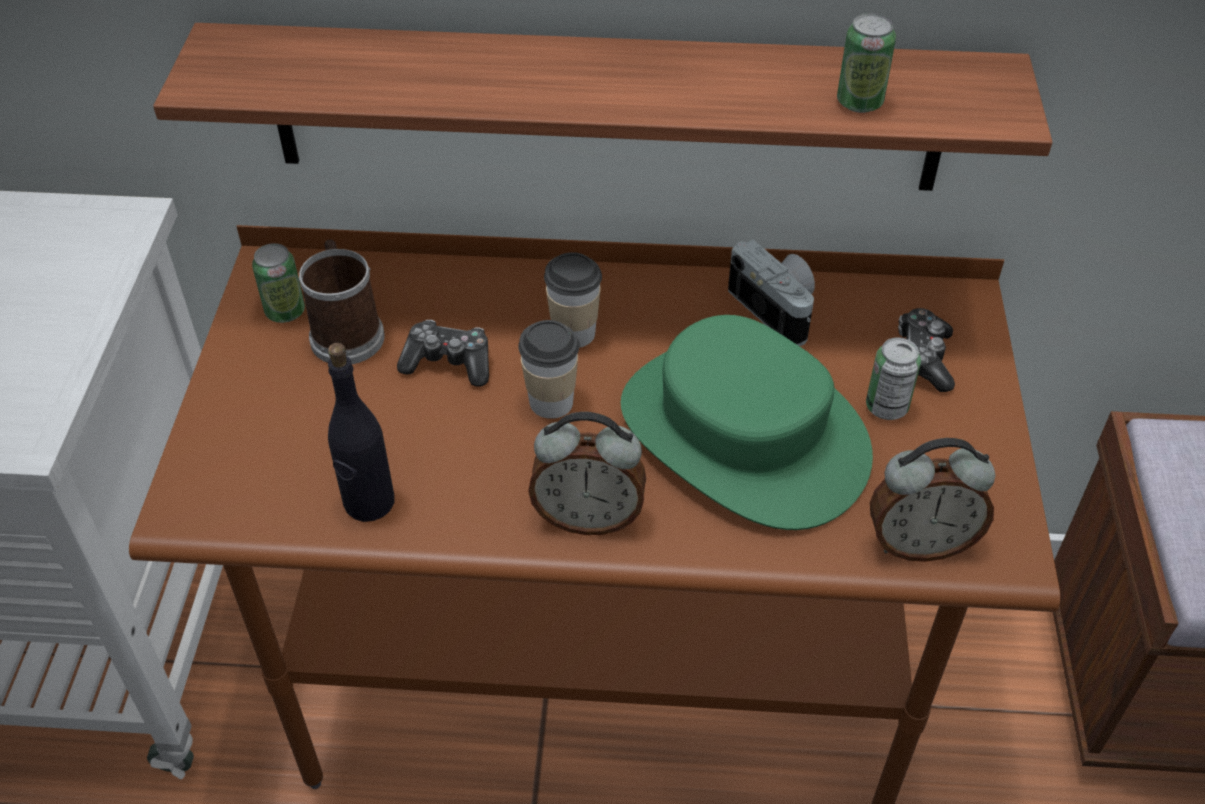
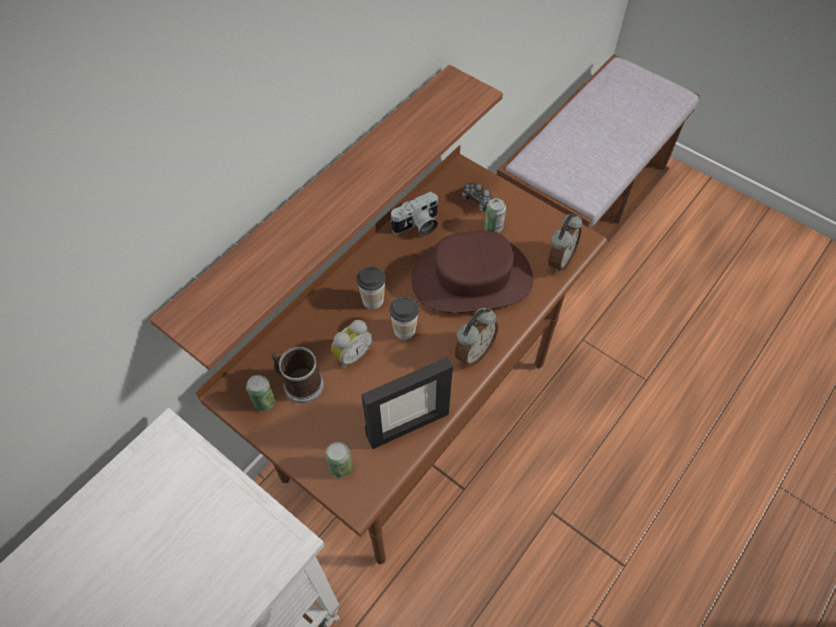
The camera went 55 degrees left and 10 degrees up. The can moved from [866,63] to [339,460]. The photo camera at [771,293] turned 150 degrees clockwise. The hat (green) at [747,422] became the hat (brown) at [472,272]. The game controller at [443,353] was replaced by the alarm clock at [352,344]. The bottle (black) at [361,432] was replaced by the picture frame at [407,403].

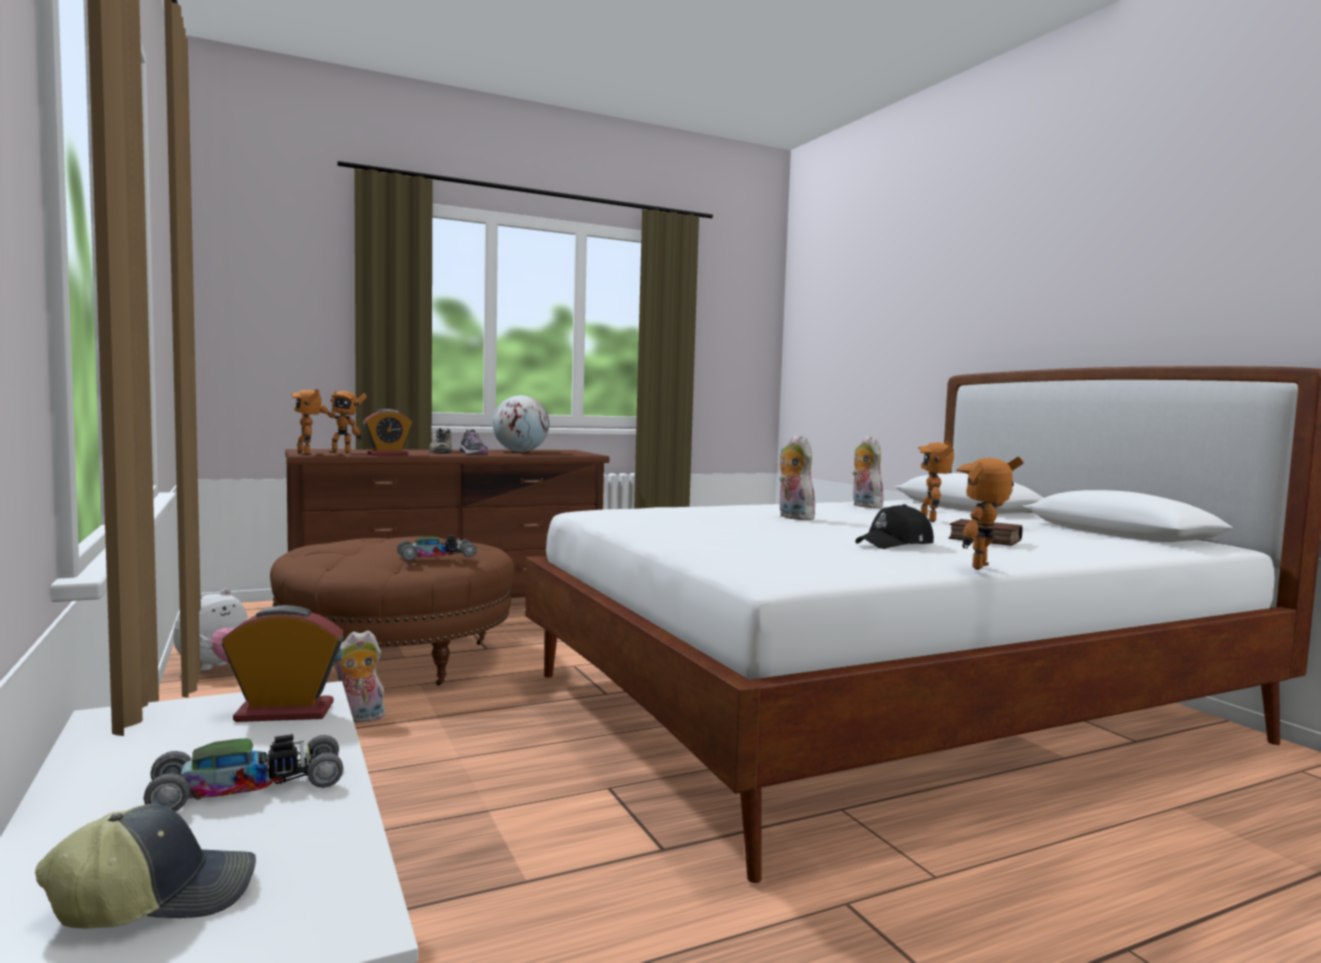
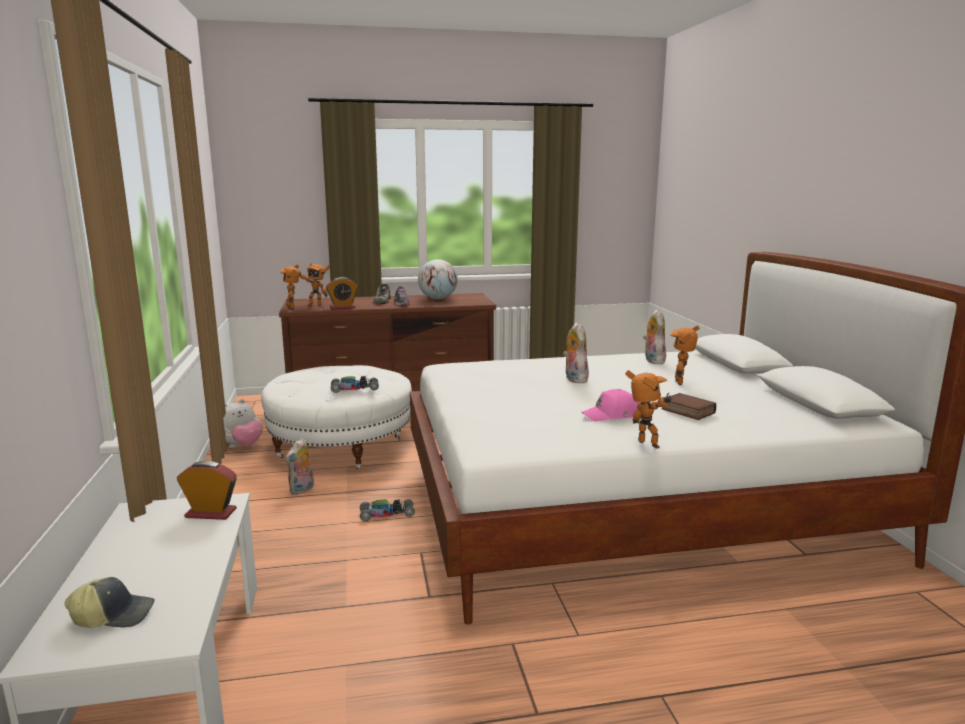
The camera went 15 degrees right and 10 degrees up. The toy robot at [990,513] turned 90 degrees clockwise. The cap (black) at [895,526] became the cap (pink) at [610,405]. The ottoman (brown) at [392,610] became the ottoman (white) at [336,417]. The plush toy at [359,676] turned 60 degrees counterclockwise. The toy car moved from [243,773] to [387,510].

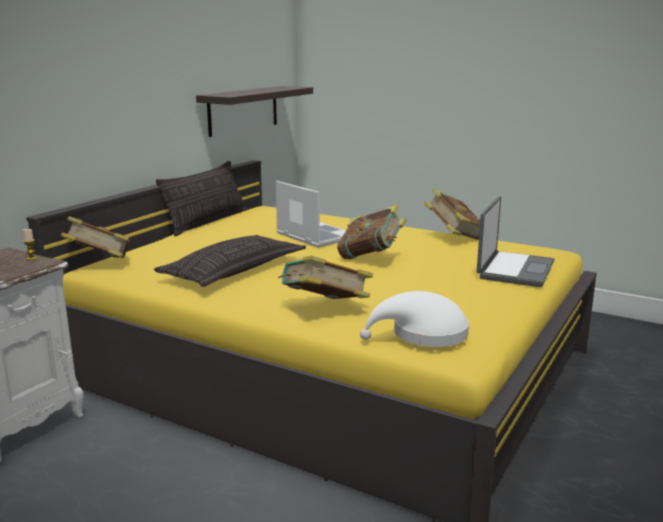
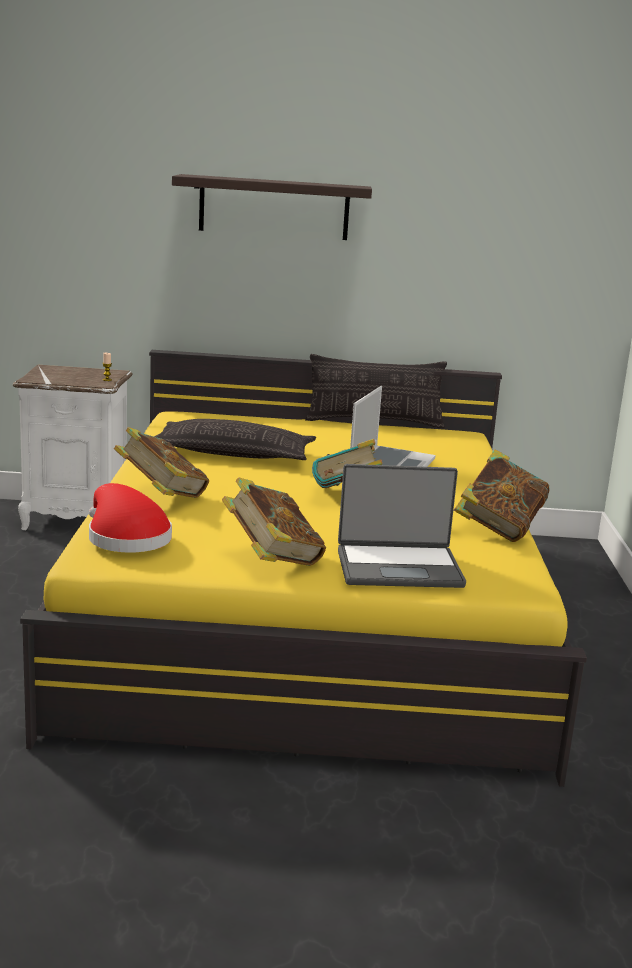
The camera went 60 degrees right and 0 degrees up. The shelf moved from [254,111] to [272,207]. The book moved from [95,237] to [274,521]. The hat (white) at [414,319] became the hat (red) at [130,518].

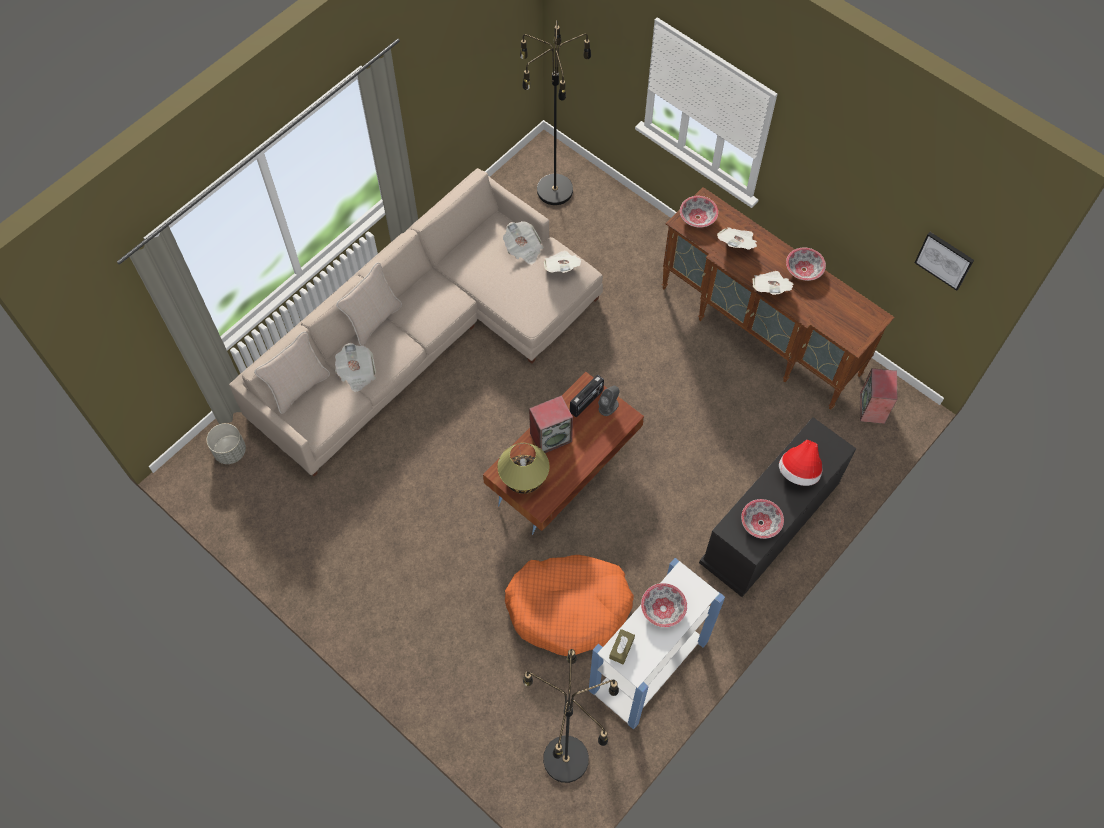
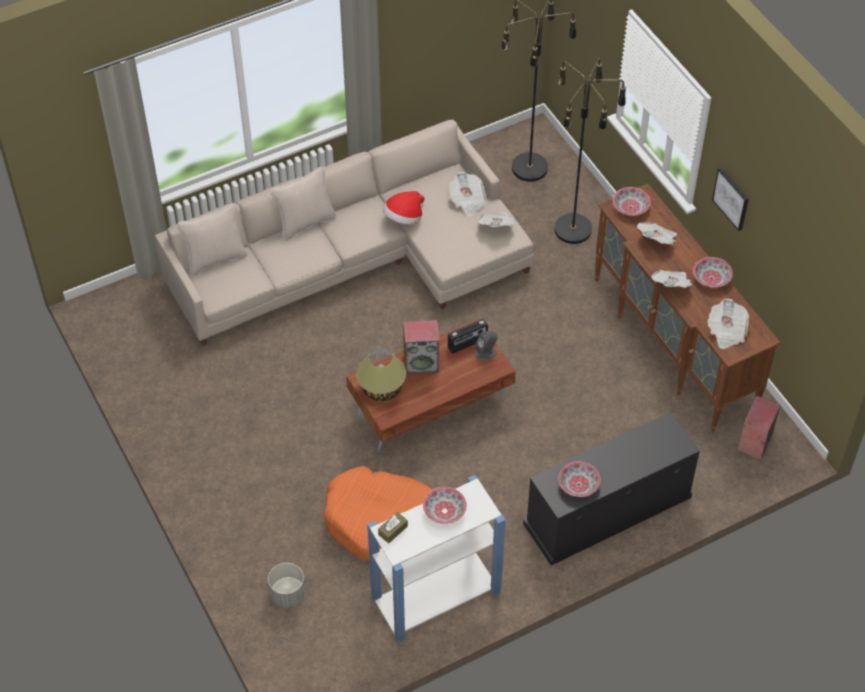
The camera went 20 degrees right and 10 degrees down. The picture moved from [944,261] to [730,199]. The newspaper moved from [355,367] to [728,324]. The planter (grey) moved from [226,443] to [286,585]. The hat moved from [800,463] to [403,207]. The floor lamp moved from [571,716] to [590,151].

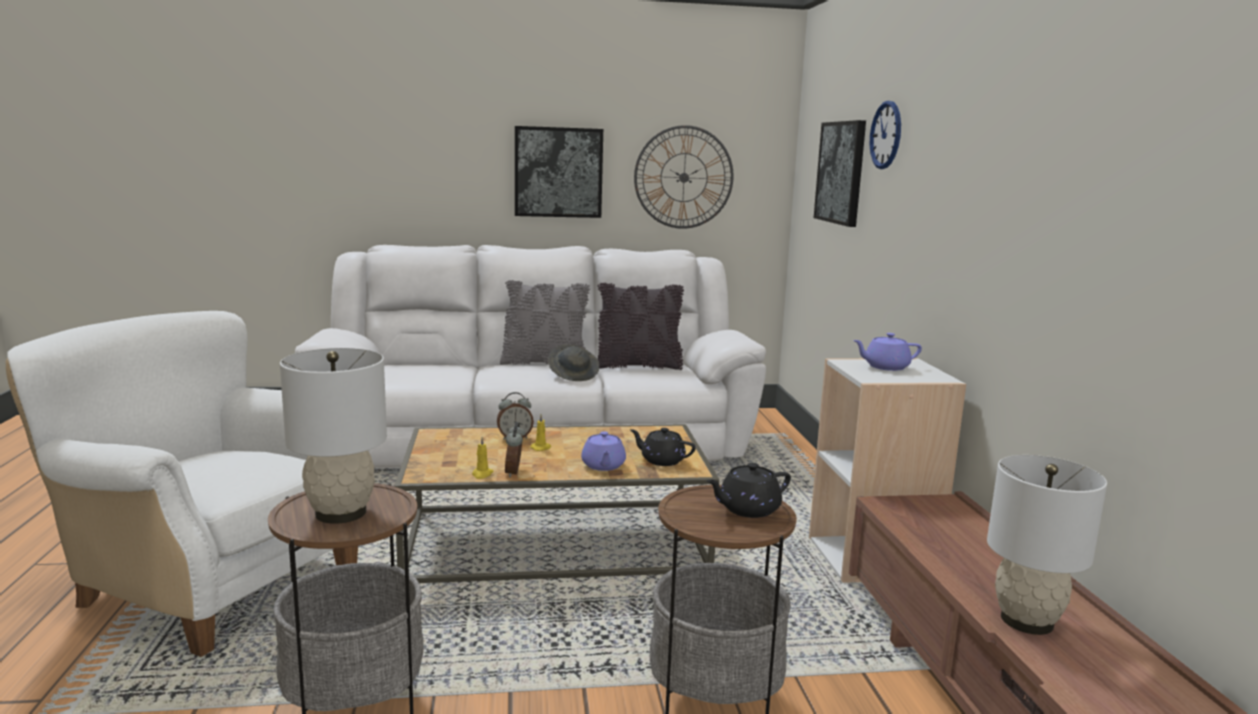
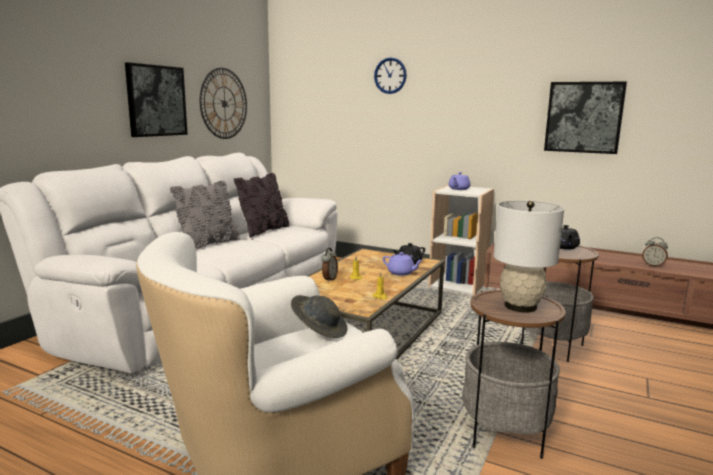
The camera went 55 degrees left and 0 degrees up. The picture moved from [840,173] to [585,118]. The hat (grey) moved from [573,362] to [319,316]. The alarm clock moved from [515,450] to [655,252]. The table lamp (white) at [1047,545] disappeared.

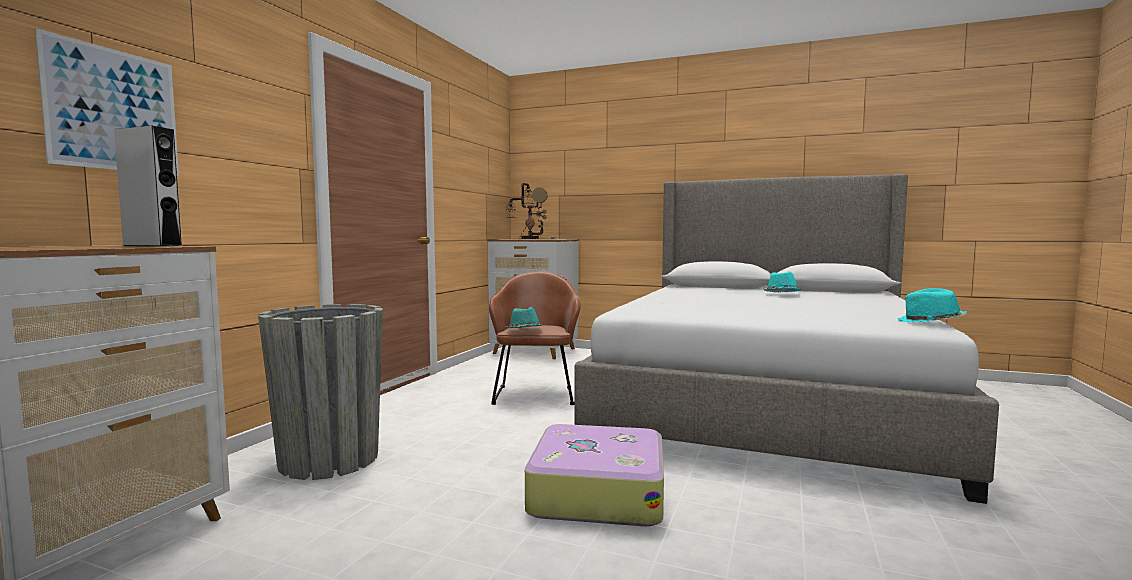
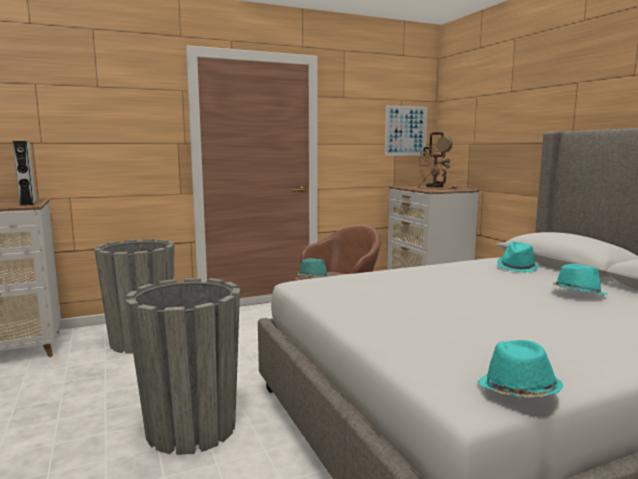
The camera went 45 degrees right and 5 degrees up. The picture moved from [107,102] to [406,130]. The suitcase at [594,475] was replaced by the planter (grey) at [182,366]. The hat (turquoise) at [518,257] appeared.

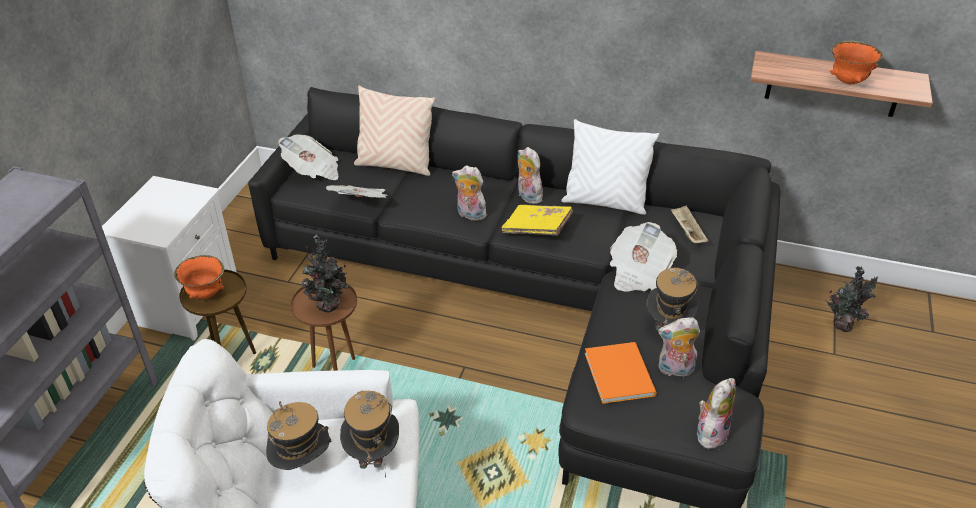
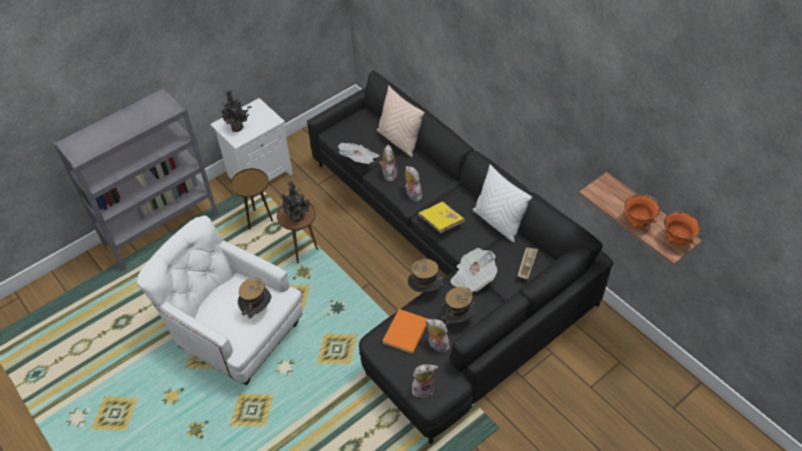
The camera went 35 degrees right and 10 degrees up. The newspaper at [308,157] disappeared. The plush toy moved from [530,175] to [388,163]. The bowl (orange) moved from [199,277] to [682,228]. The potted plant moved from [852,299] to [234,111]. The hat moved from [298,435] to [426,274].

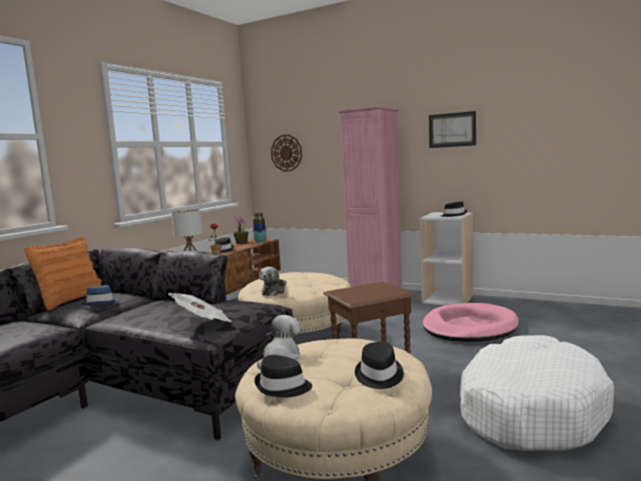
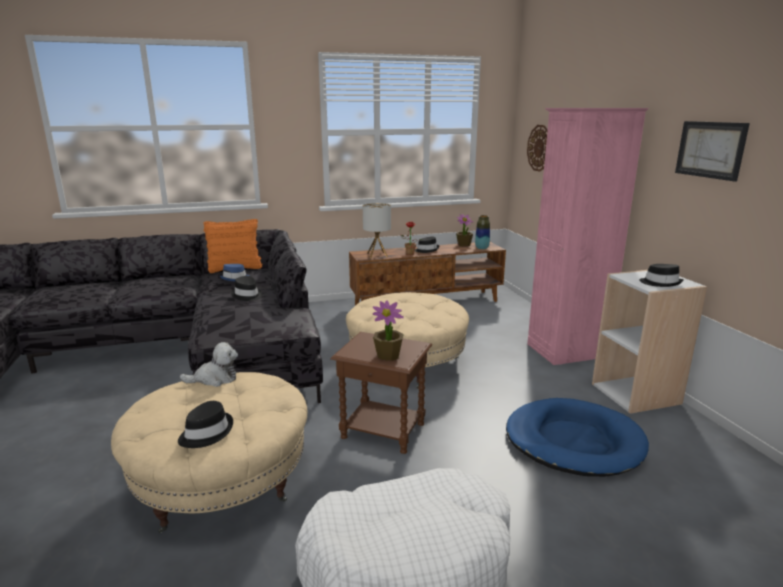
The camera went 45 degrees right and 10 degrees up. The plush toy at [272,281] disappeared. The newspaper at [200,307] disappeared. The dog bed (pink) at [471,322] became the dog bed (blue) at [577,437]. The hat (black) moved from [283,376] to [247,288]. The potted plant at [388,331] appeared.

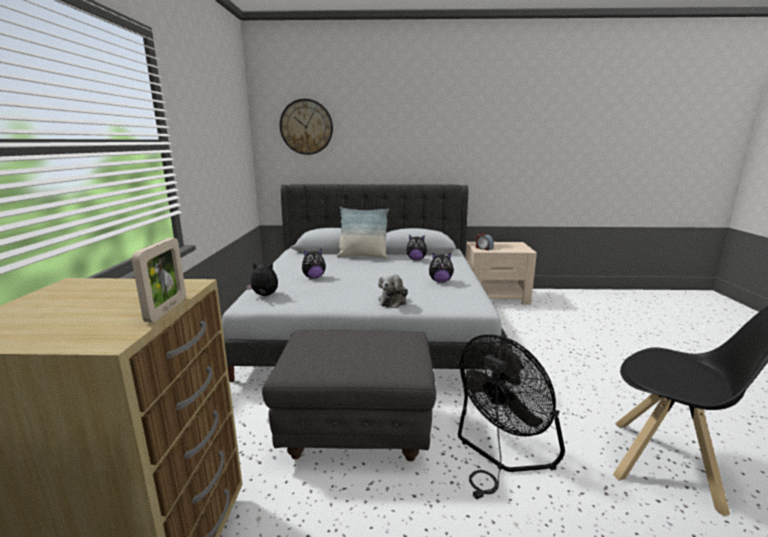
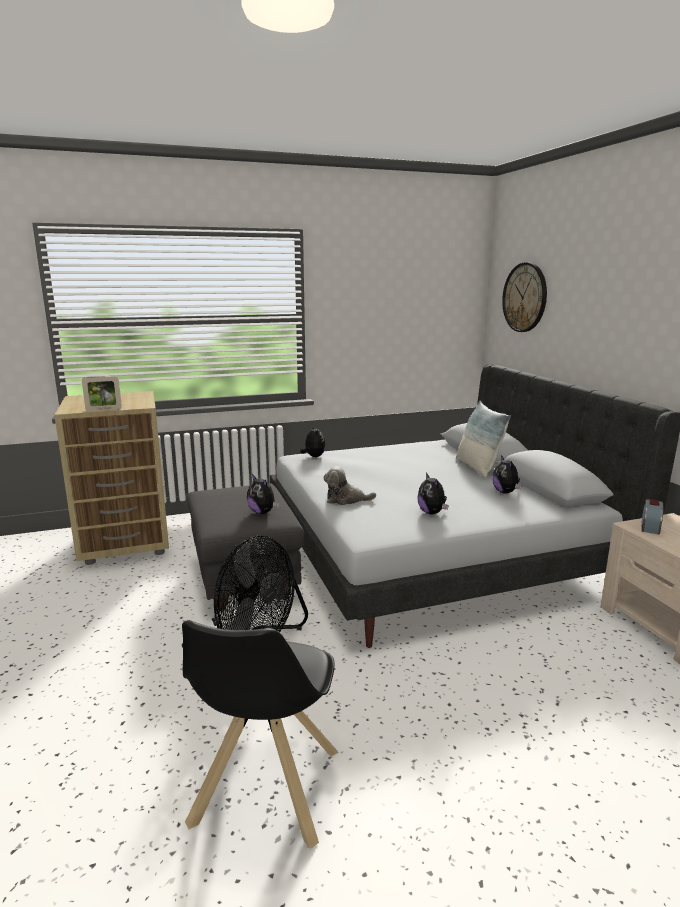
The camera went 70 degrees right and 0 degrees up. The plush toy moved from [314,264] to [263,494].

